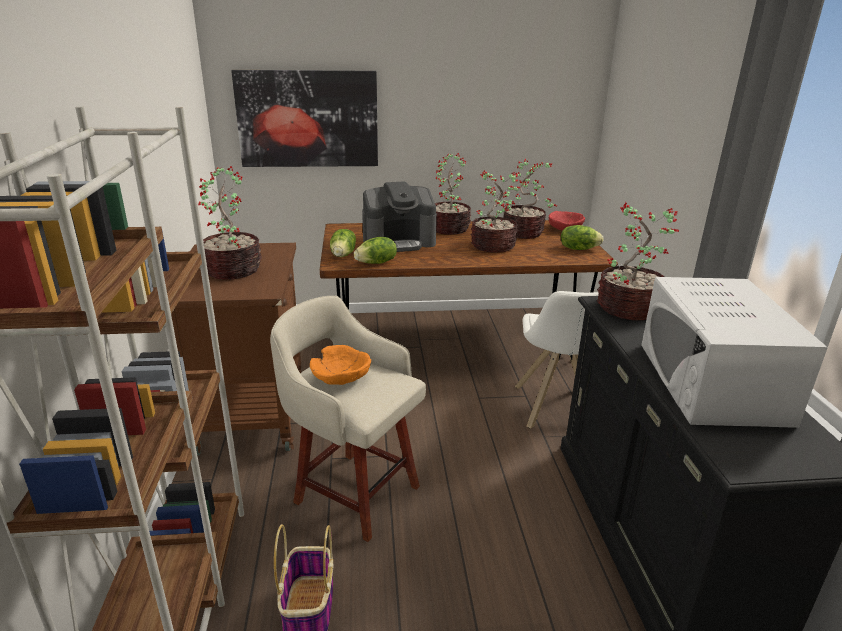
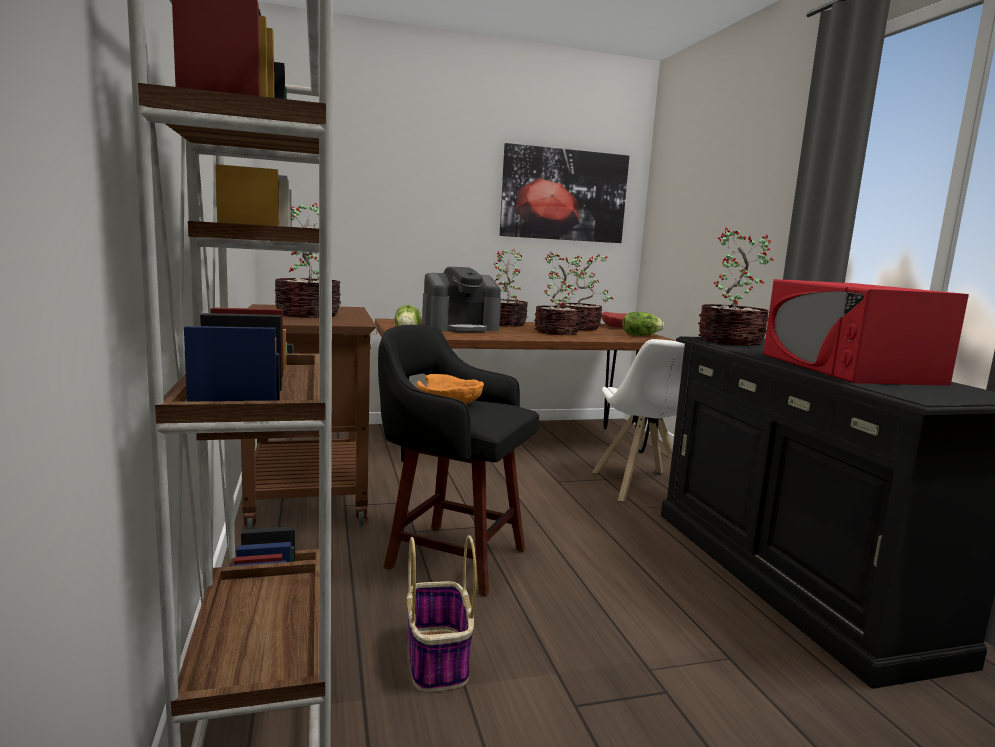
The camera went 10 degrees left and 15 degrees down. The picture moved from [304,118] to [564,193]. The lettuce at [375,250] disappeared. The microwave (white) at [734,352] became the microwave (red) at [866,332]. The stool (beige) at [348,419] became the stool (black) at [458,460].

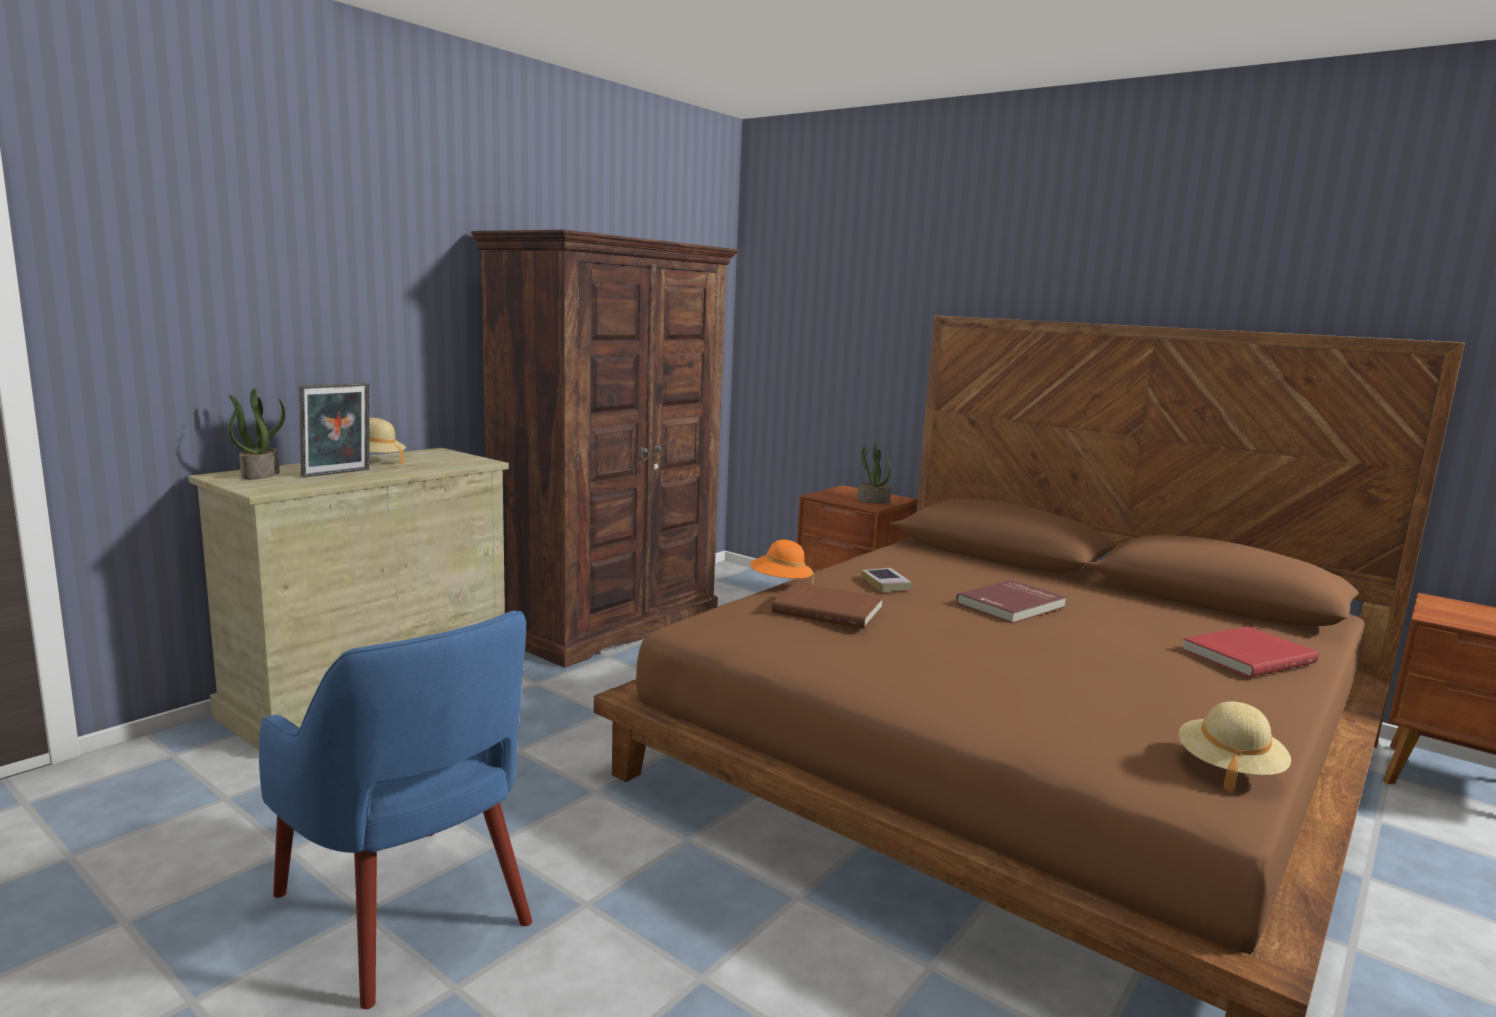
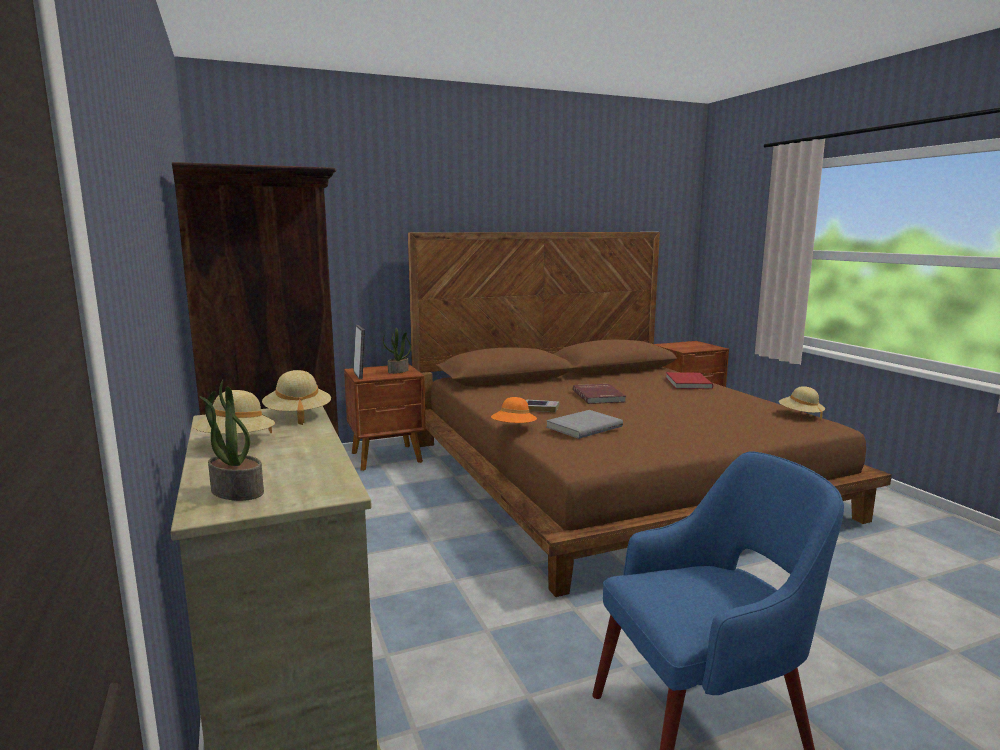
The camera went 60 degrees left and 0 degrees up. The picture frame moved from [334,429] to [359,352]. The book (brown) at [828,606] became the book (grey) at [584,424]. The hat (beige) at [296,397] appeared.

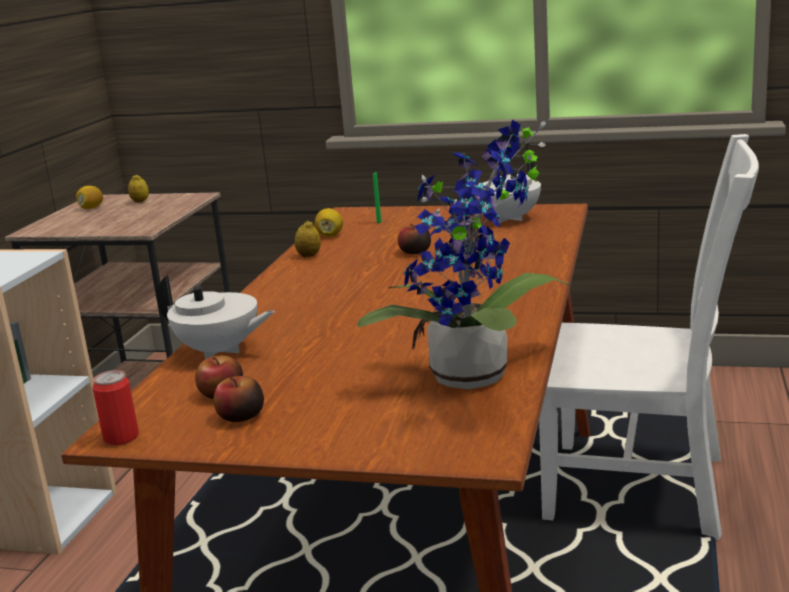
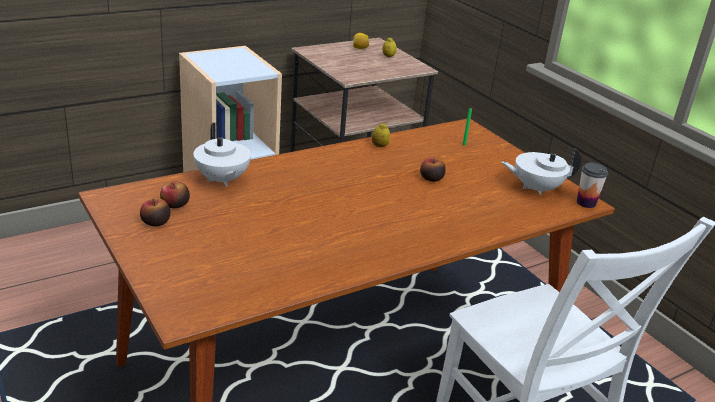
The camera went 40 degrees right and 10 degrees up. The potted plant at [464,254] disappeared. The lemon at [329,222] disappeared. The can at [116,407] disappeared. The cup at [592,185] appeared.

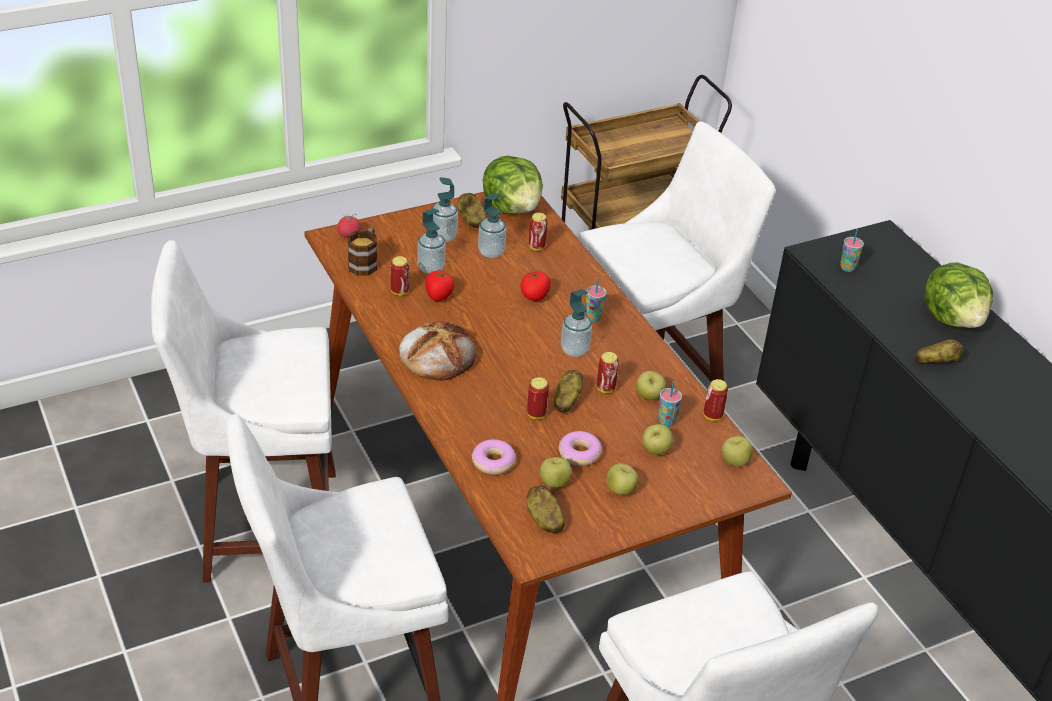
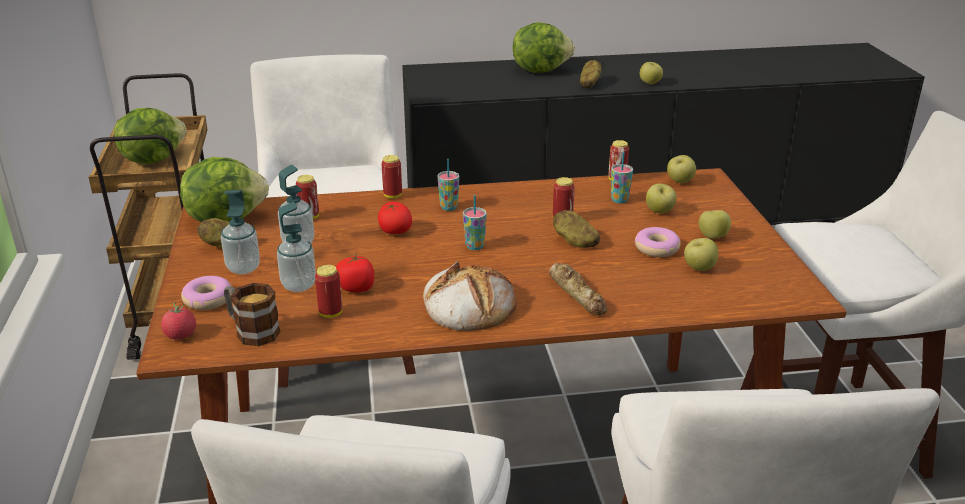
The camera went 70 degrees left and 10 degrees down. The cup moved from [852,250] to [475,222]. The soap dispenser at [576,323] disappeared. The apple moved from [651,385] to [651,73]. The can moved from [538,398] to [392,176]. The donut moved from [494,457] to [206,293]. The potato at [545,509] disappeared. The lettuce at [150,136] appeared. The bread at [578,289] appeared.

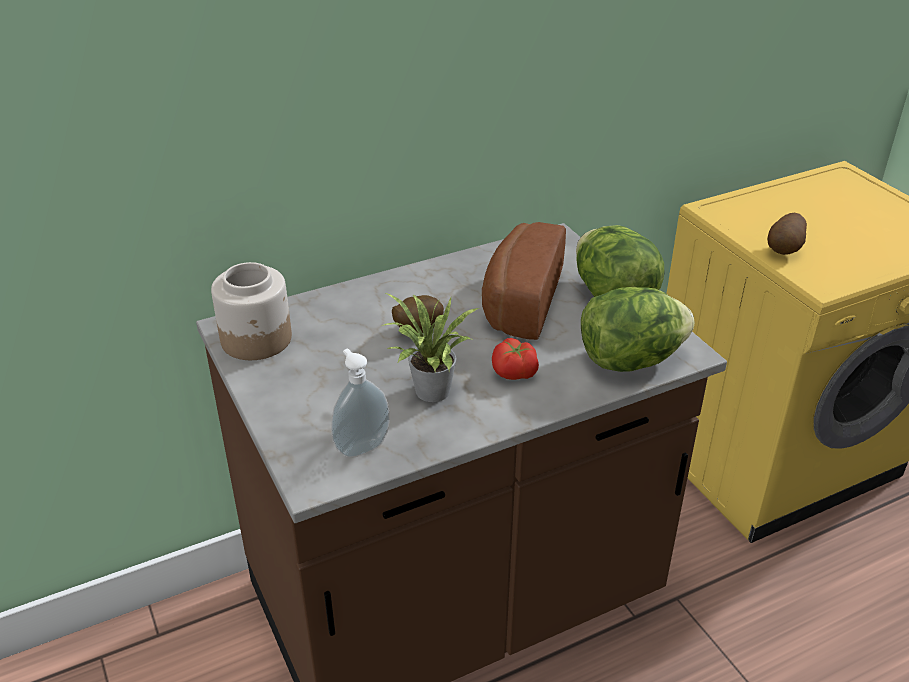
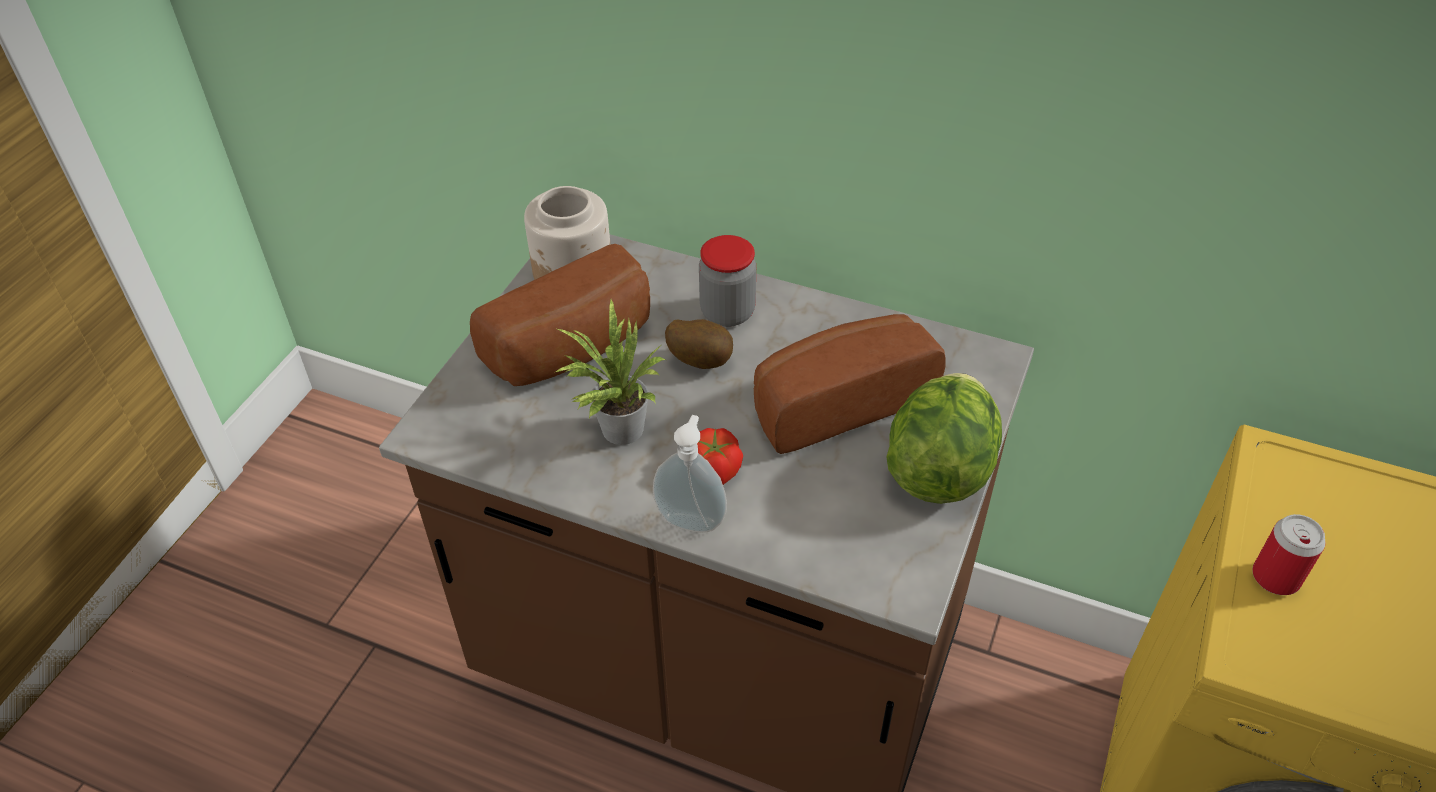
The camera went 50 degrees right and 10 degrees up. The potato at [787,234] was replaced by the can at [1289,554]. The lettuce at [637,329] disappeared. The soap dispenser moved from [360,403] to [690,474]. The jar at [727,281] appeared. The bread at [560,315] appeared.

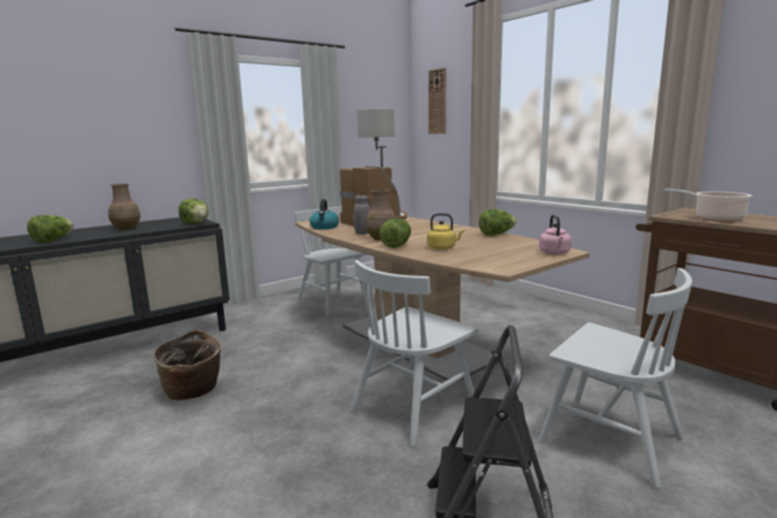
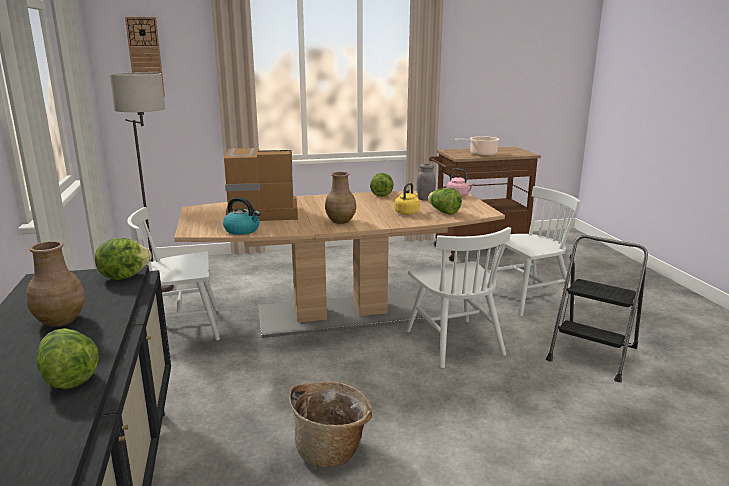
The camera went 65 degrees left and 5 degrees up. The jar (grey) moved from [361,214] to [426,182]. The lettuce moved from [395,233] to [445,201].

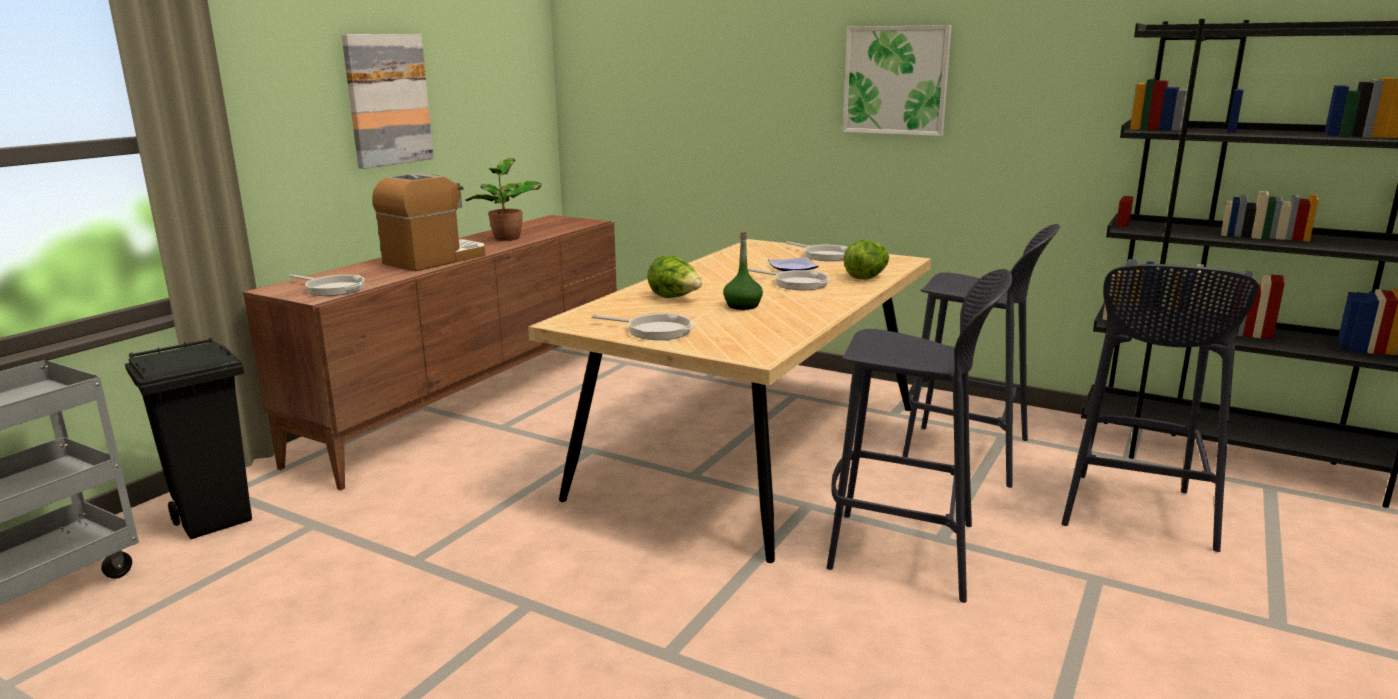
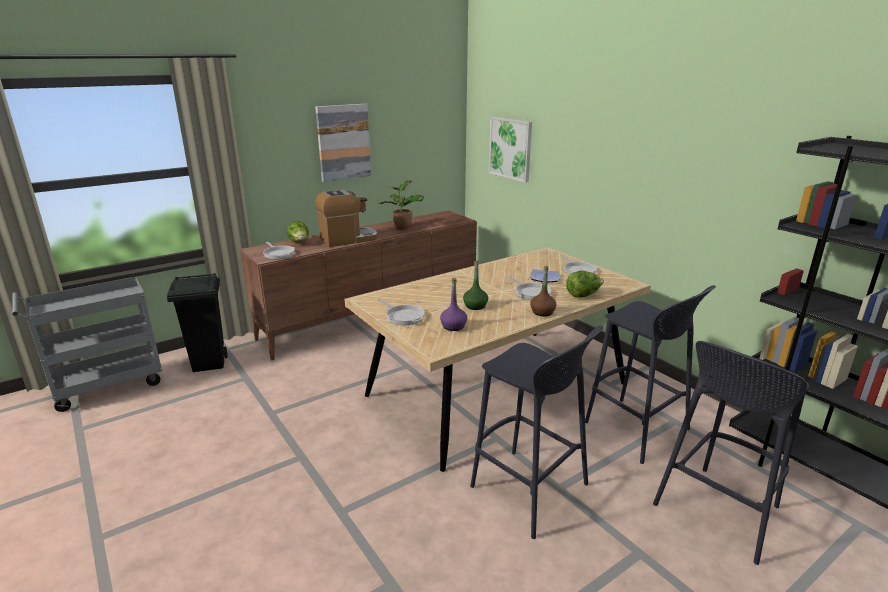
The camera went 25 degrees right and 5 degrees up. The picture moved from [897,80] to [510,150]. The lettuce moved from [674,277] to [298,232]. The bottle (brown) at [543,291] appeared. The bottle (purple) at [453,304] appeared.

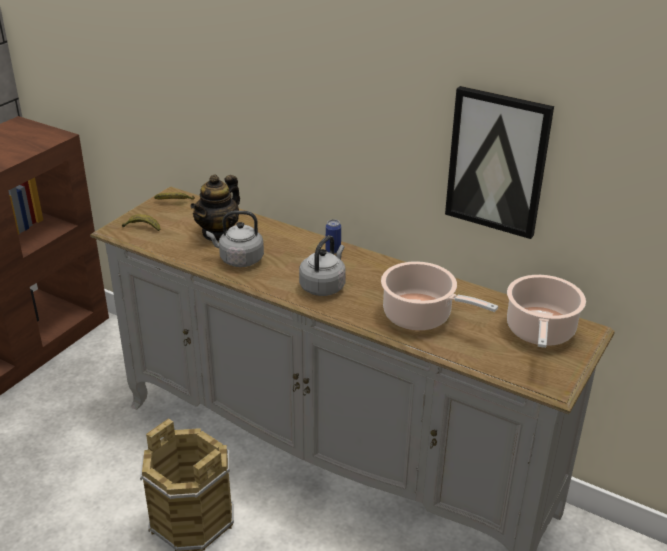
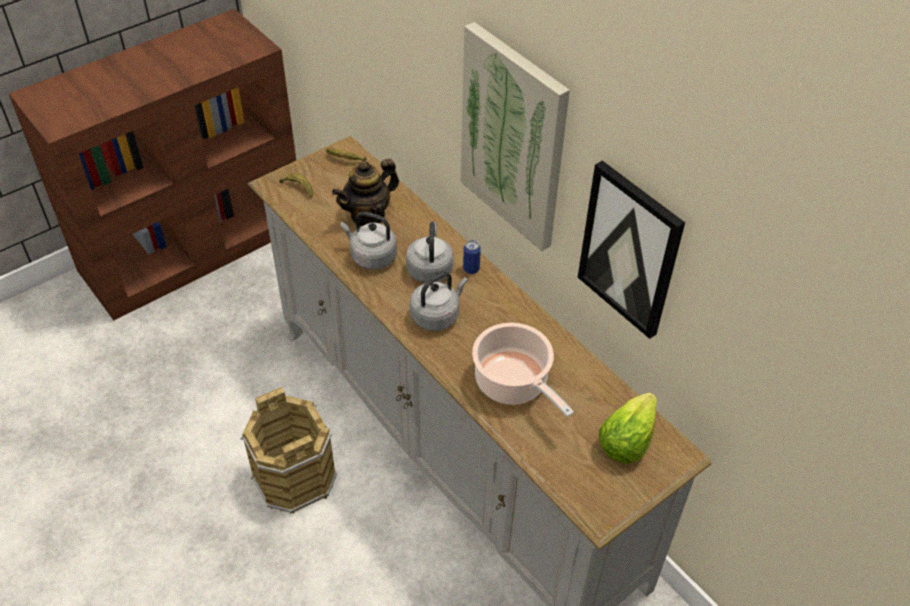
The camera went 20 degrees right and 15 degrees up. The cooking pot at [546,311] was replaced by the lettuce at [628,428]. The picture at [515,136] appeared. The kettle (grey) at [430,252] appeared.

